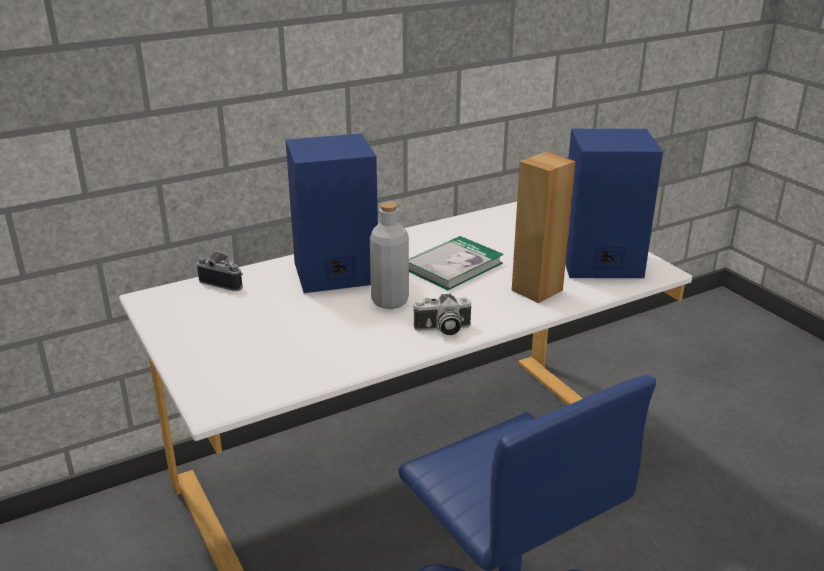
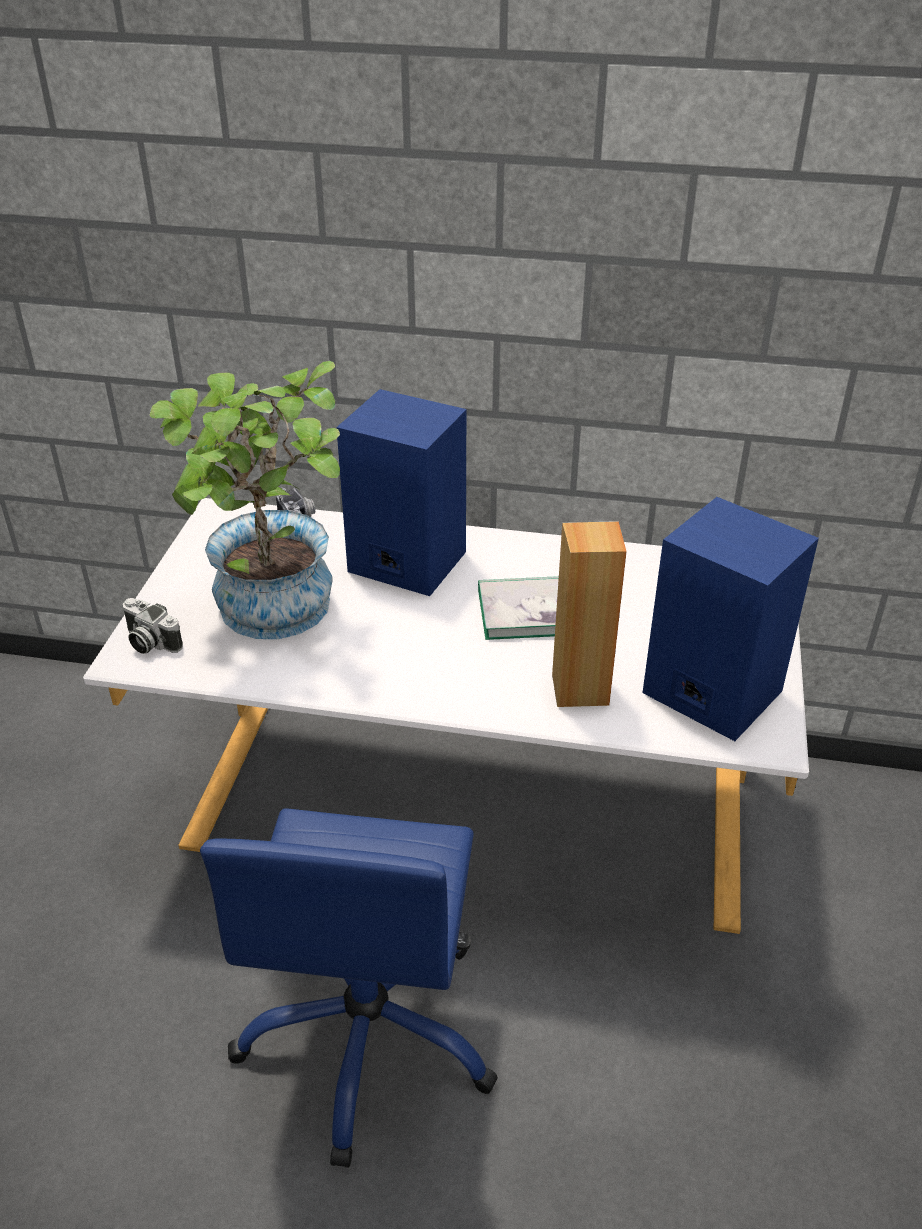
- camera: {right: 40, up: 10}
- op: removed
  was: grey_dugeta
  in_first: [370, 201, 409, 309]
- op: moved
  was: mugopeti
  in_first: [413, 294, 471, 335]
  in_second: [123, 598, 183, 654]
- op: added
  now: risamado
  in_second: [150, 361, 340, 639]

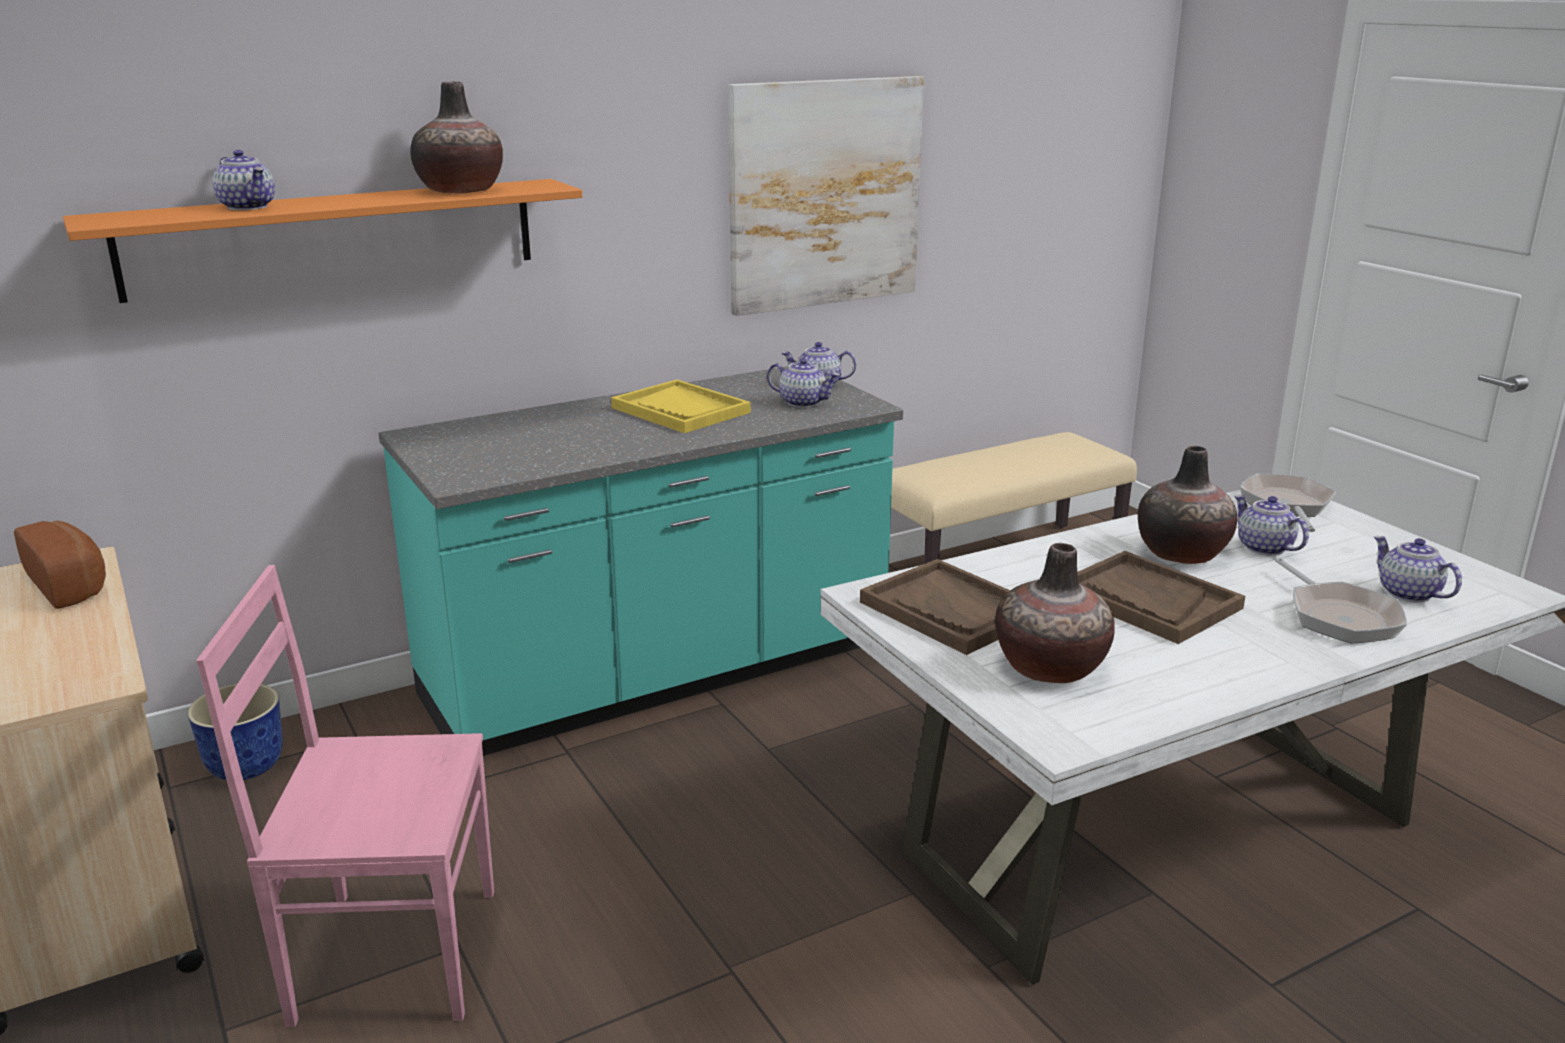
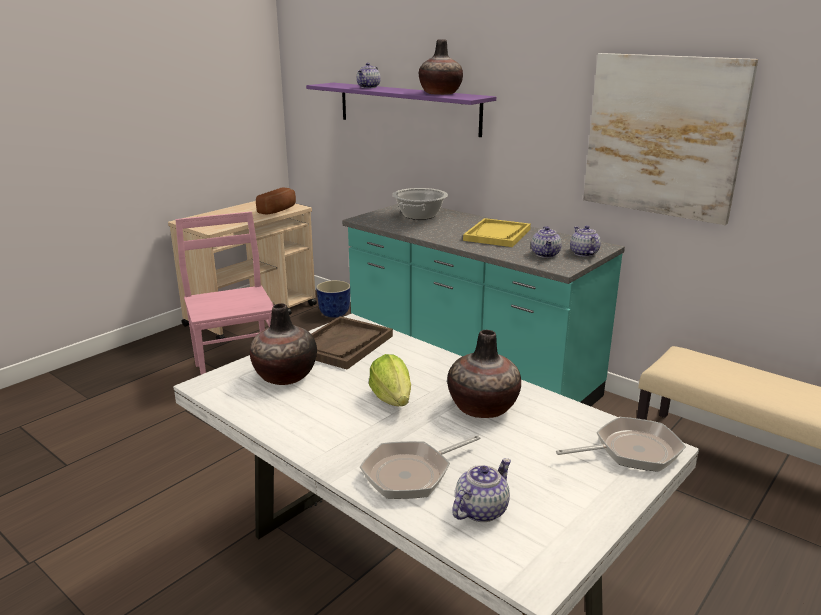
- camera: {right: 70, up: 0}
- op: recoloured
  was: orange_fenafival
  now: purple_fenafival
  in_first: [63, 179, 582, 303]
  in_second: [306, 83, 496, 137]
- op: removed
  was: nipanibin
  in_first: [1234, 495, 1309, 555]
- op: replaced
  was: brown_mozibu
  now: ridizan
  in_first: [1077, 551, 1245, 644]
  in_second: [369, 354, 411, 406]
- op: added
  now: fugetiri
  in_second: [392, 188, 448, 220]

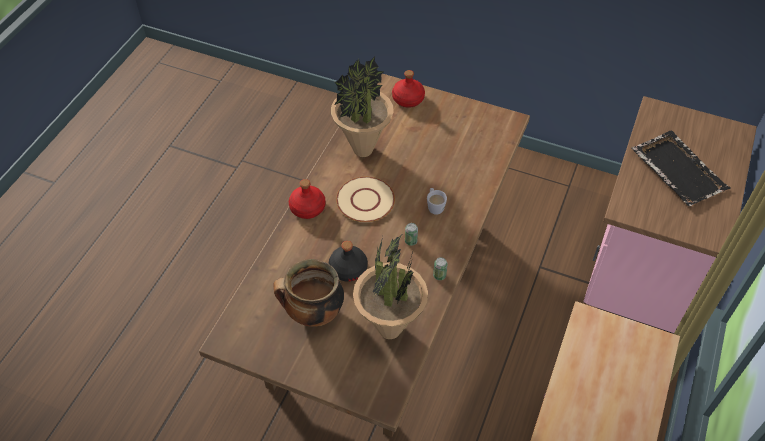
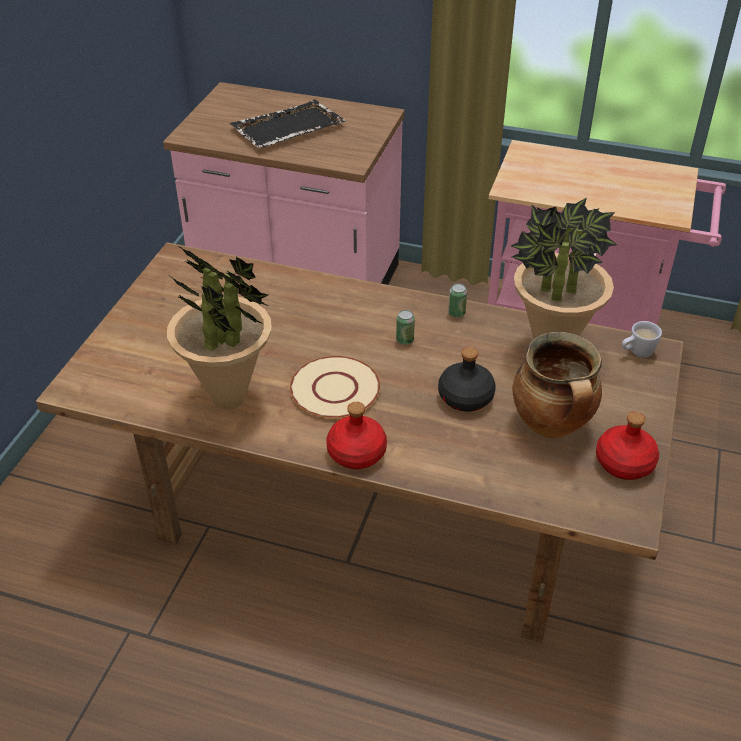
- camera: {right: -95, up: -10}
- op: moved
  was: red_dugeta
  in_first: [392, 70, 425, 108]
  in_second: [596, 412, 659, 480]
- op: moved
  was: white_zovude
  in_first: [427, 188, 447, 215]
  in_second: [622, 321, 662, 358]

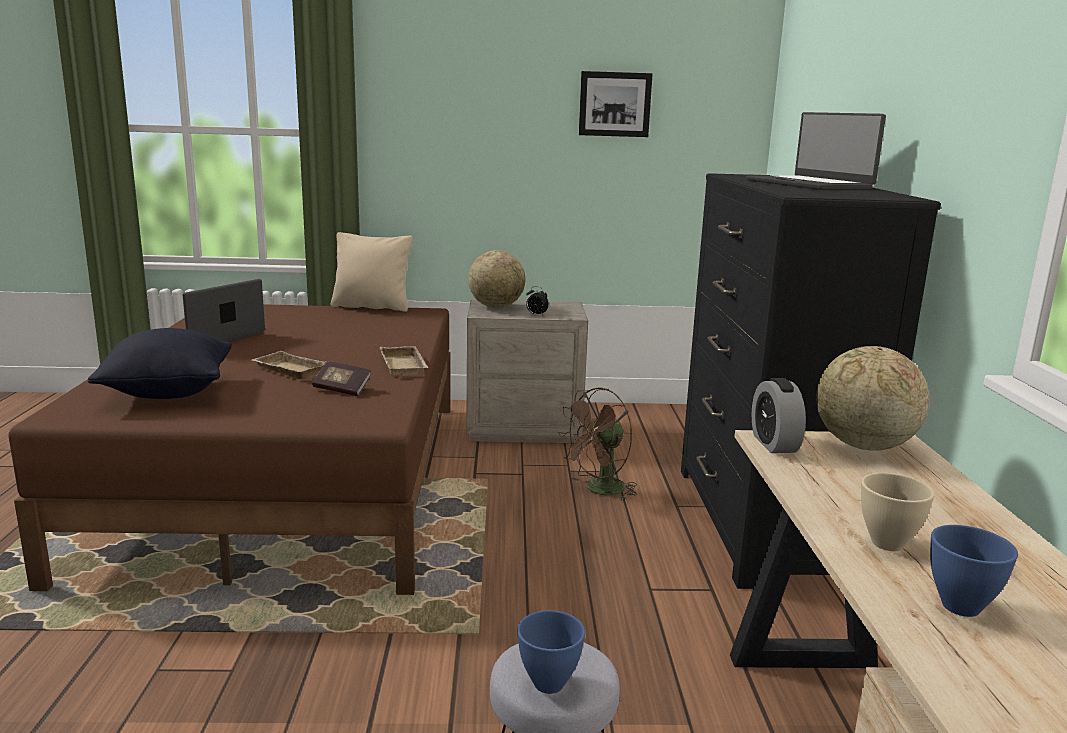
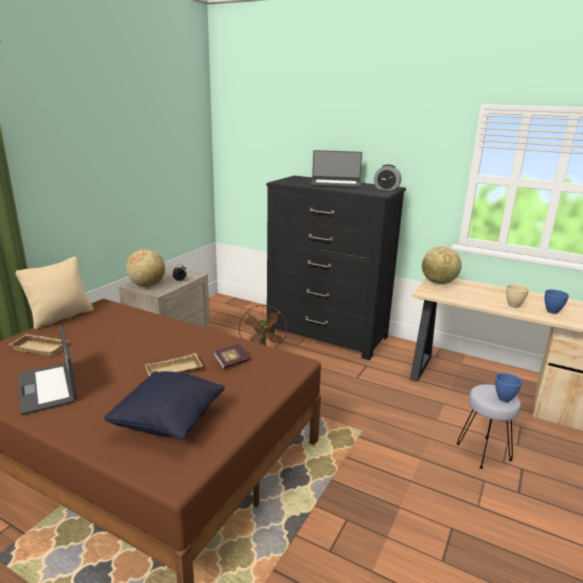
- camera: {right: -60, up: 5}
- op: removed
  was: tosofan
  in_first: [579, 71, 653, 137]
- op: moved
  was: beige_mozibu
  in_first: [380, 346, 428, 377]
  in_second: [9, 334, 68, 356]
- op: moved
  was: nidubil
  in_first: [752, 378, 806, 453]
  in_second: [374, 164, 401, 191]

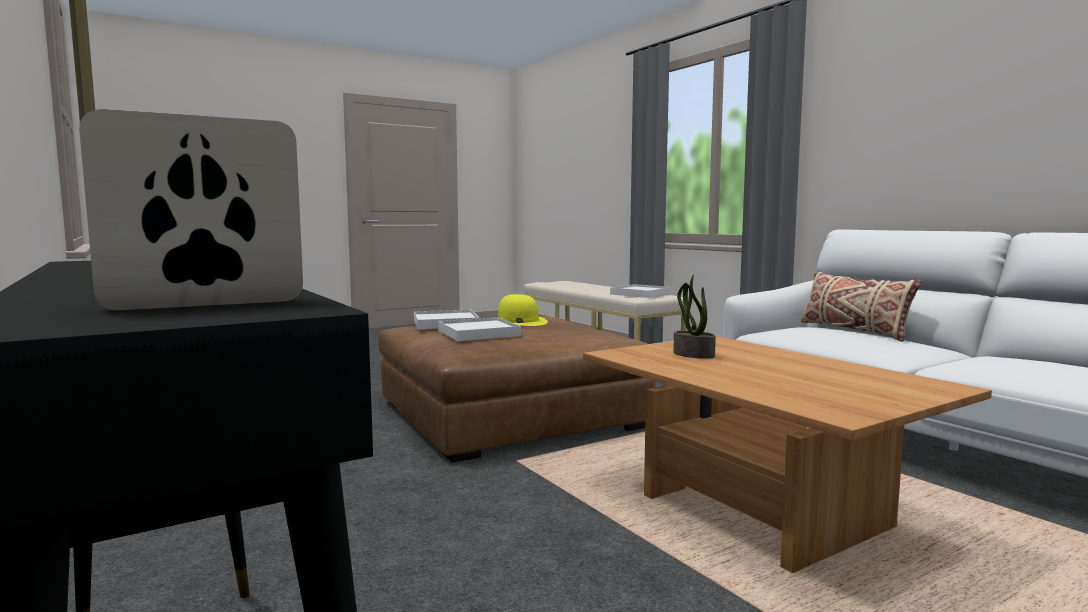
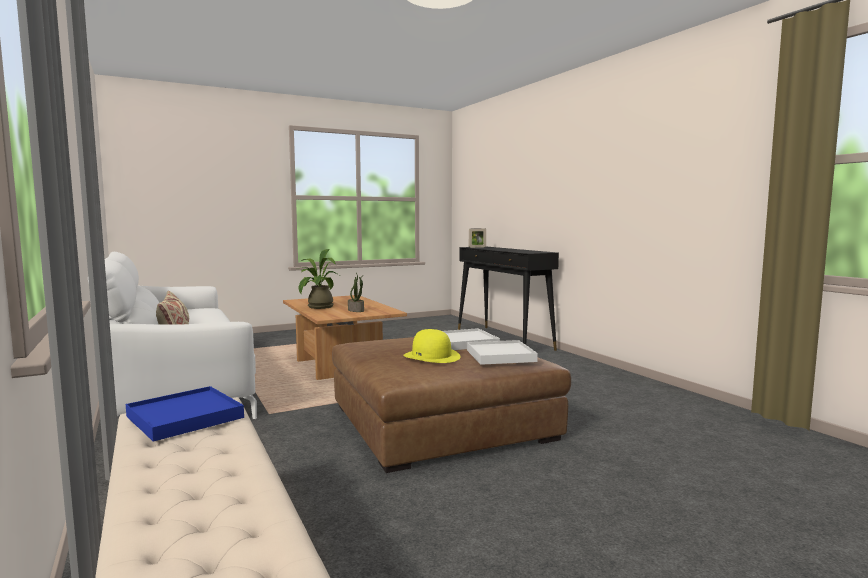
- camera: {right: -175, up: 0}
- op: recoloured
  was: white_mozibu
  now: blue_mozibu
  in_first: [610, 284, 673, 298]
  in_second: [126, 386, 244, 442]
- op: added
  now: risamado
  in_second: [298, 249, 339, 309]

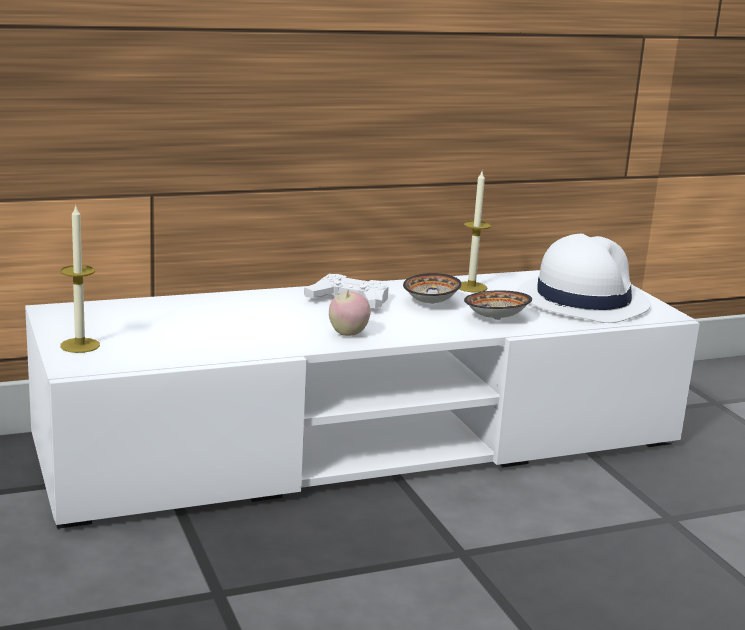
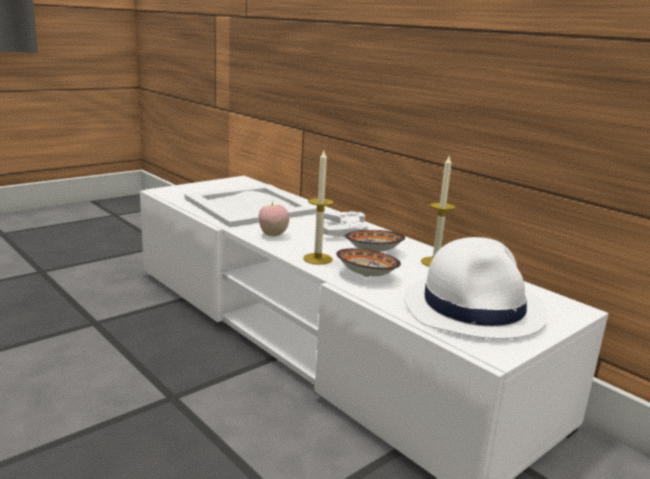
- camera: {right: 70, up: 0}
- op: moved
  was: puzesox
  in_first: [60, 206, 100, 353]
  in_second: [303, 151, 334, 265]
- op: added
  now: white_mozibu
  in_second: [185, 184, 317, 227]

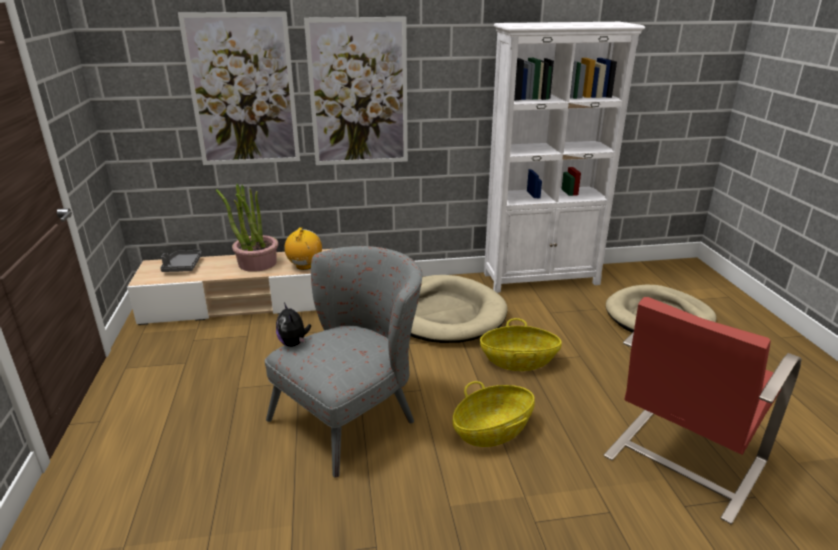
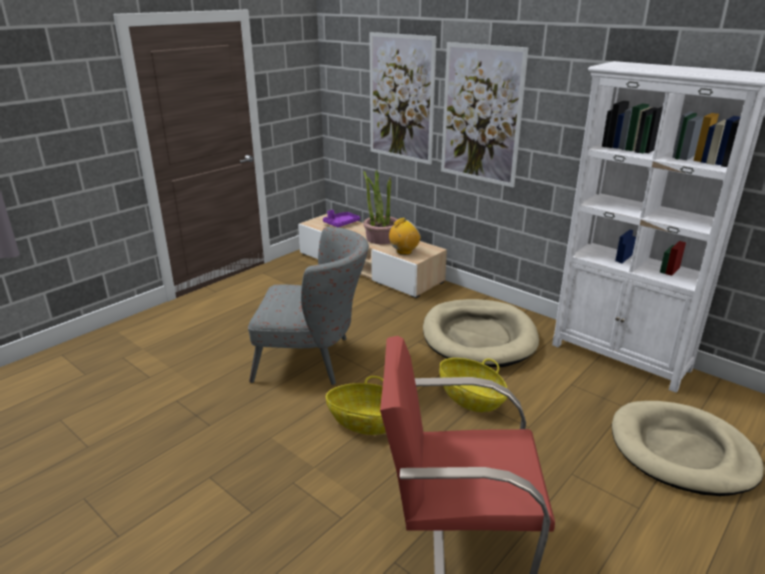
- camera: {right: 50, up: 0}
- op: recoloured
  was: grey_mozibu
  now: purple_mozibu
  in_first: [160, 250, 202, 272]
  in_second: [323, 210, 360, 227]
- op: removed
  was: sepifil
  in_first: [276, 303, 311, 347]

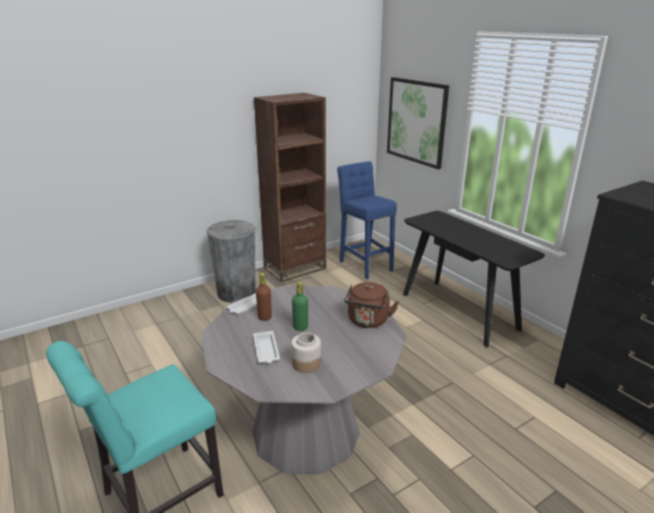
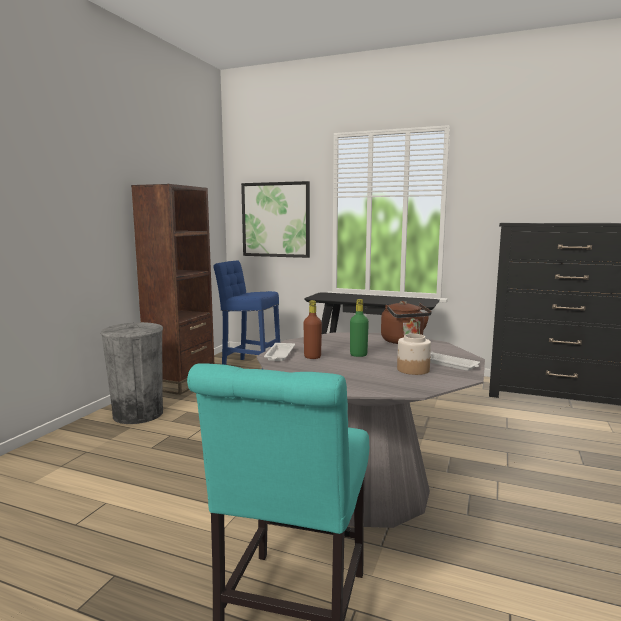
- camera: {right: -35, up: -15}
- op: moved
  was: white_mozibu
  in_first: [253, 331, 280, 363]
  in_second: [430, 352, 480, 371]

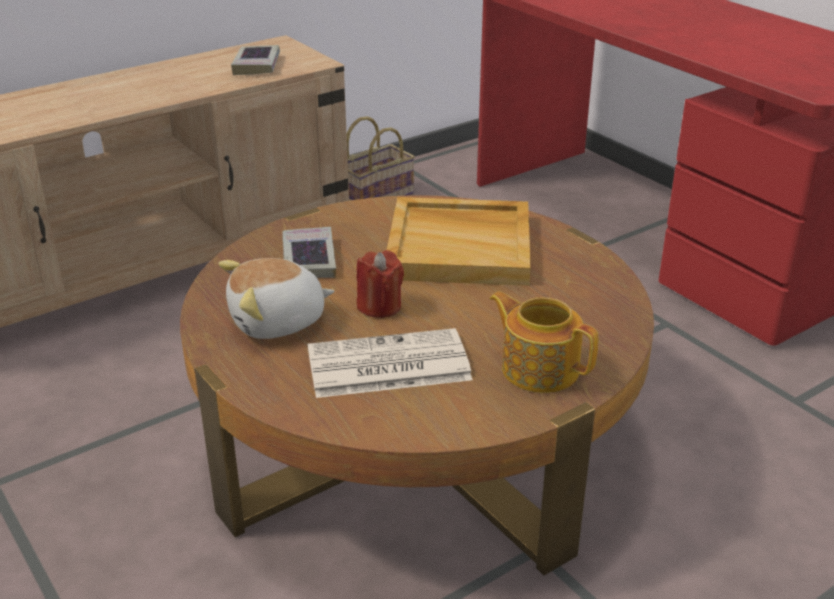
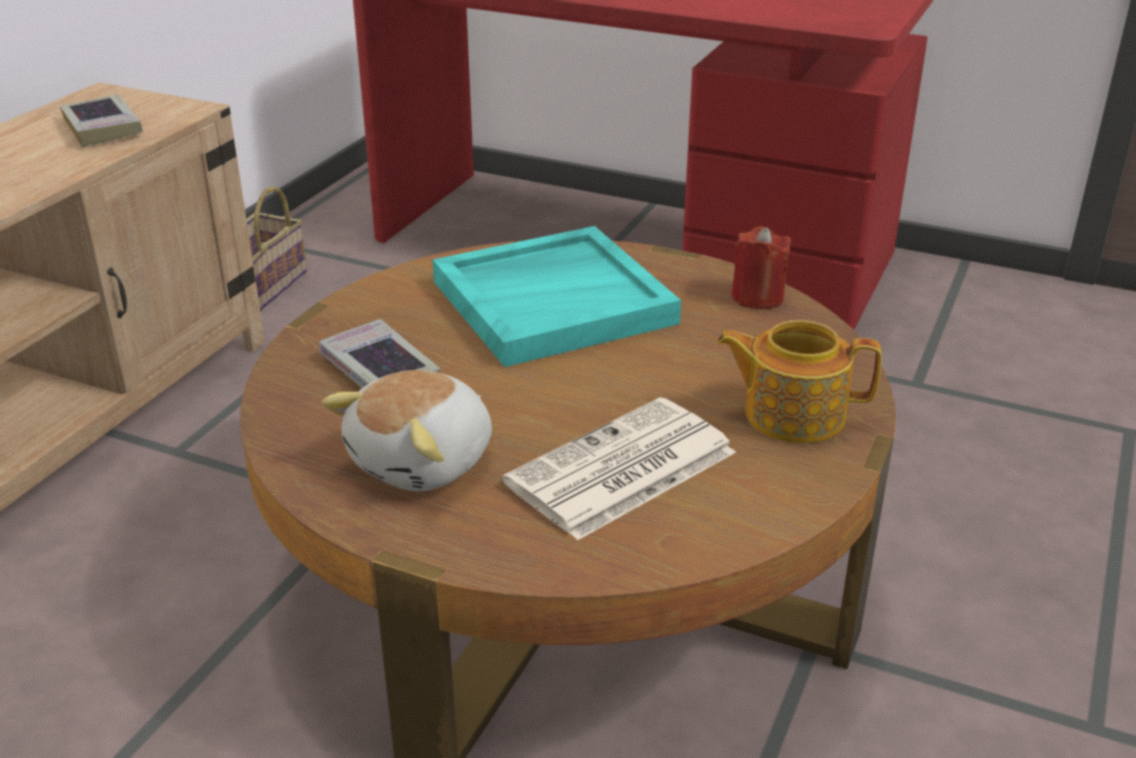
- camera: {right: -30, up: 0}
- op: recoloured
  was: beige_mozibu
  now: turquoise_mozibu
  in_first: [387, 197, 531, 286]
  in_second: [433, 226, 681, 367]
- op: moved
  was: red_puzesox
  in_first: [357, 250, 404, 318]
  in_second: [731, 226, 791, 309]

